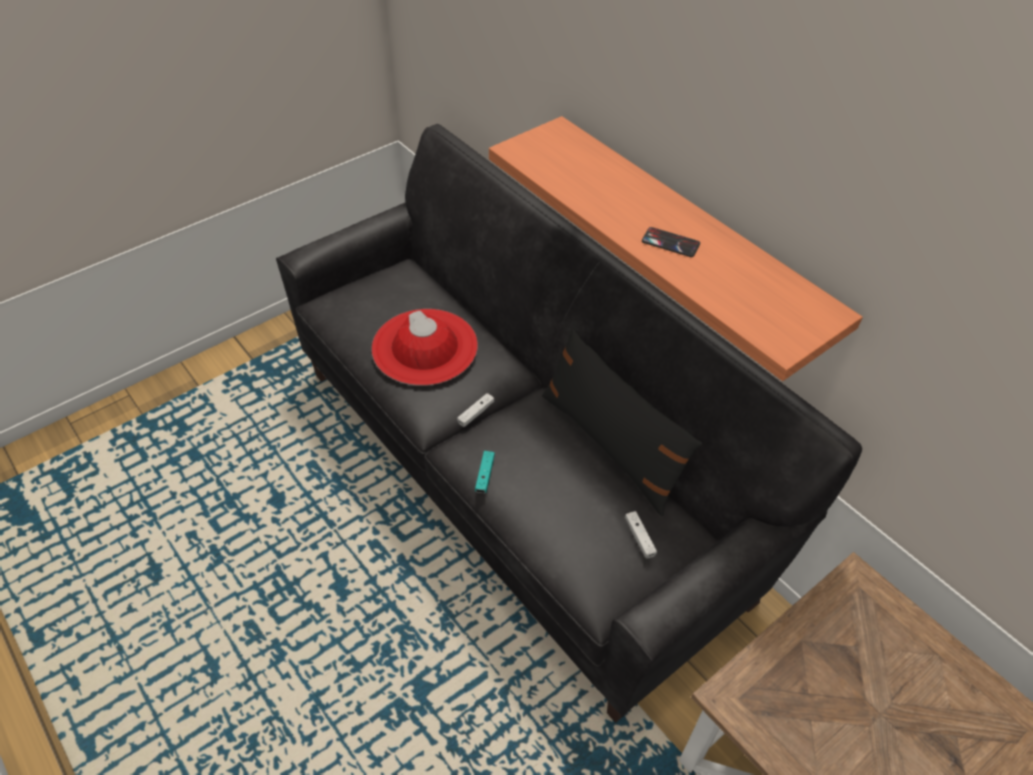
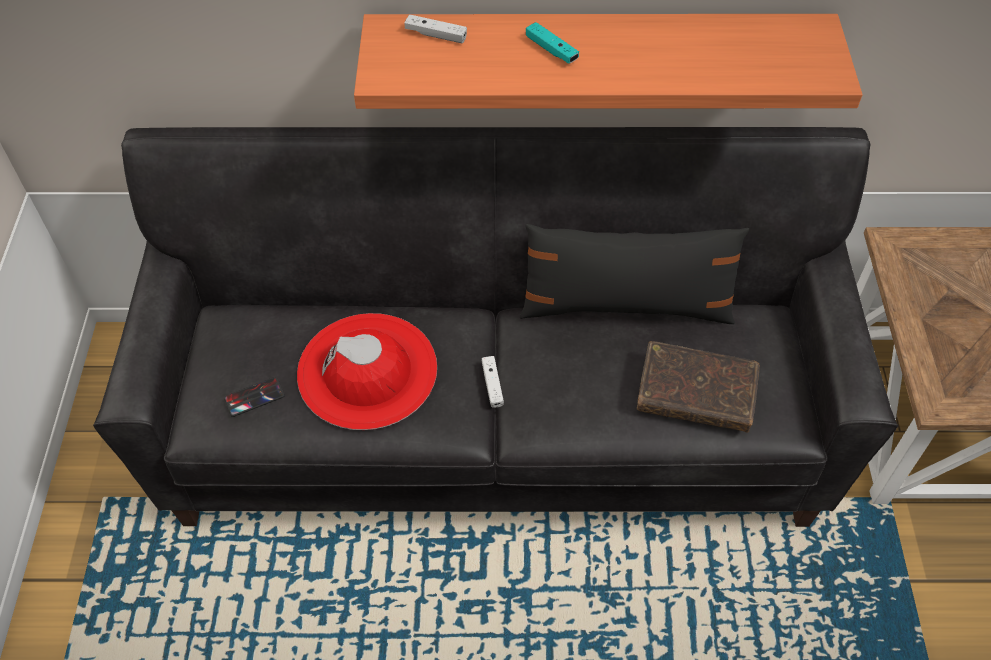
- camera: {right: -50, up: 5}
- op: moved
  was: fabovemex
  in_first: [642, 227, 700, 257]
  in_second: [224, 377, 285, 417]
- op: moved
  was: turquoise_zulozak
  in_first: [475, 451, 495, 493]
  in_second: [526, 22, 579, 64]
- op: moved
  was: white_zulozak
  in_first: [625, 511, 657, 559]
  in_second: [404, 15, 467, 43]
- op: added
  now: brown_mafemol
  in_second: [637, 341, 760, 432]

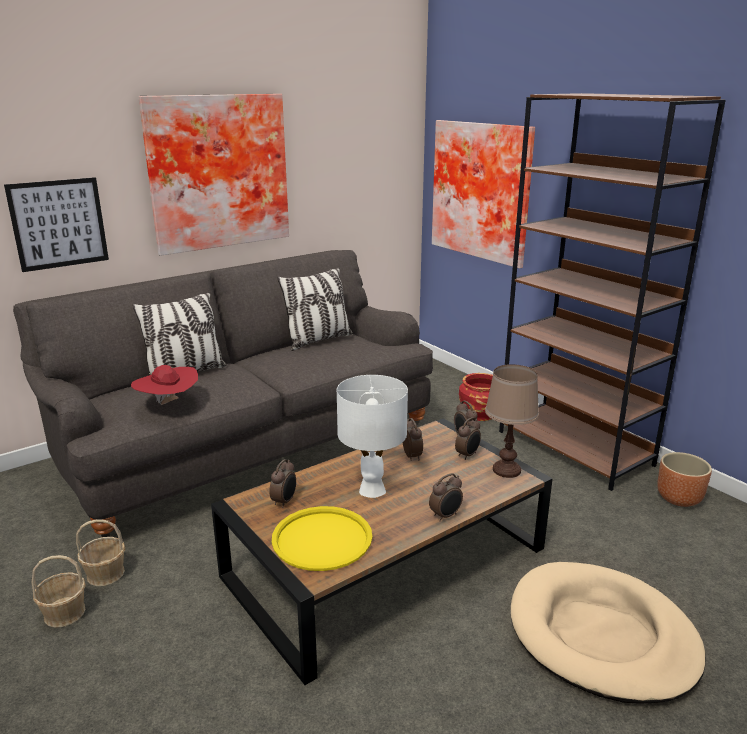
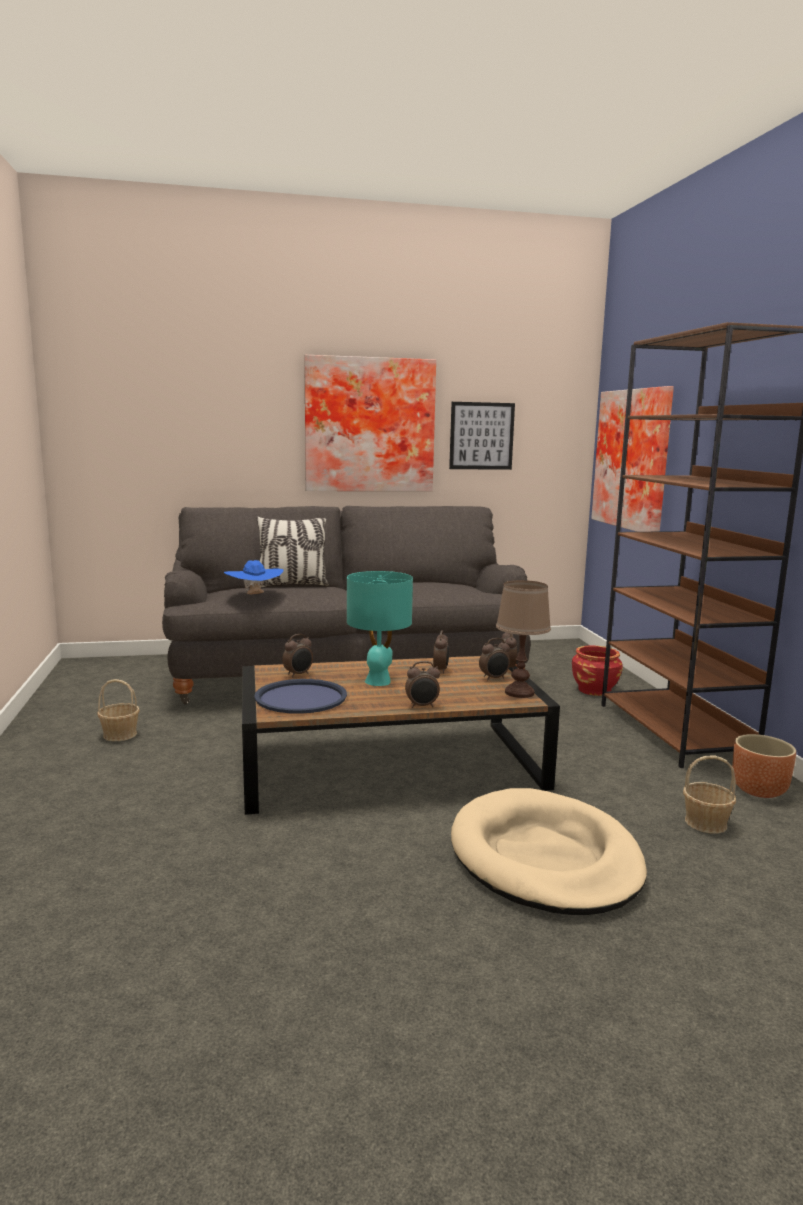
- camera: {right: 25, up: -10}
- op: moved
  was: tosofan
  in_first: [4, 177, 109, 272]
  in_second: [449, 402, 515, 470]
- op: removed
  was: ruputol
  in_first: [277, 267, 353, 351]
- op: recoloured
  was: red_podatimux
  now: blue_podatimux
  in_first: [131, 365, 198, 405]
  in_second: [224, 560, 284, 594]
- op: recoloured
  was: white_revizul
  now: turquoise_revizul
  in_first: [337, 375, 408, 498]
  in_second: [347, 571, 413, 686]
- op: recoloured
  was: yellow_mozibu
  now: blue_mozibu
  in_first: [272, 506, 372, 571]
  in_second: [254, 679, 347, 714]
- op: moved
  was: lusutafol
  in_first: [76, 519, 125, 586]
  in_second: [683, 756, 736, 834]

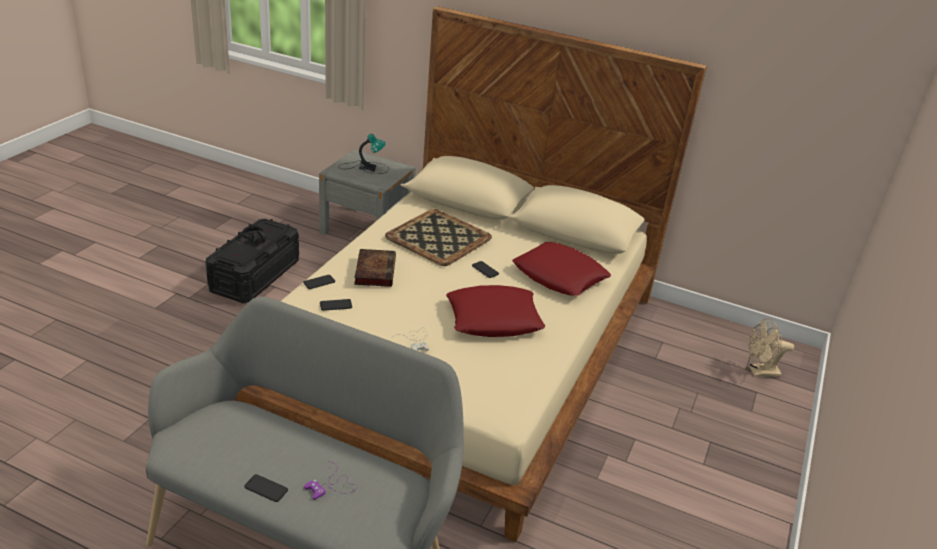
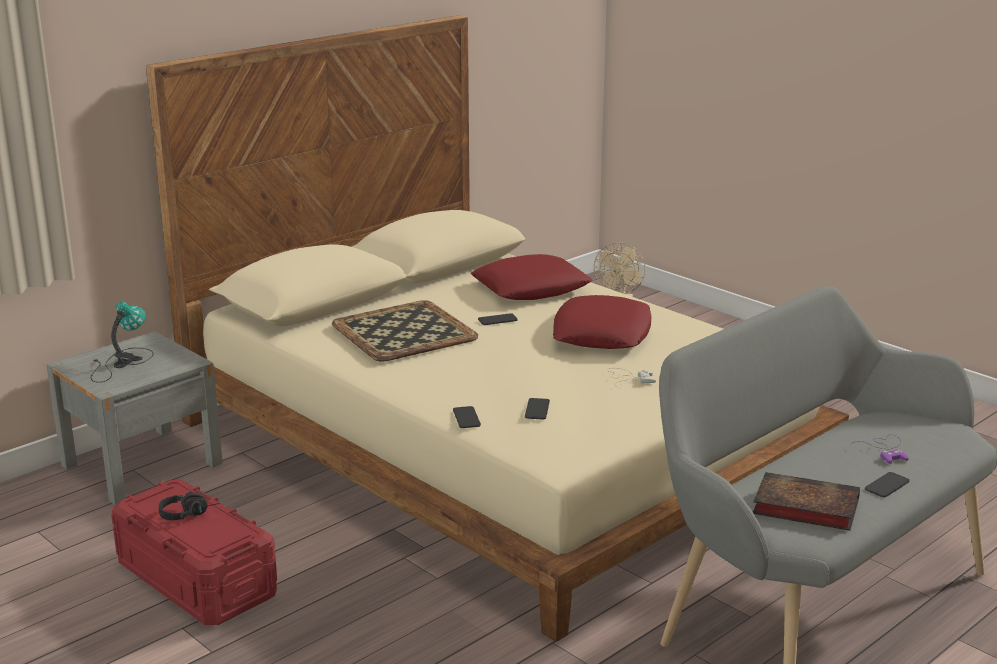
- camera: {right: -65, up: -10}
- op: recoloured
  was: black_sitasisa
  now: red_sitasisa
  in_first: [205, 219, 299, 303]
  in_second: [111, 480, 277, 625]
- op: moved
  was: mafemol
  in_first: [354, 249, 396, 287]
  in_second: [753, 472, 860, 531]

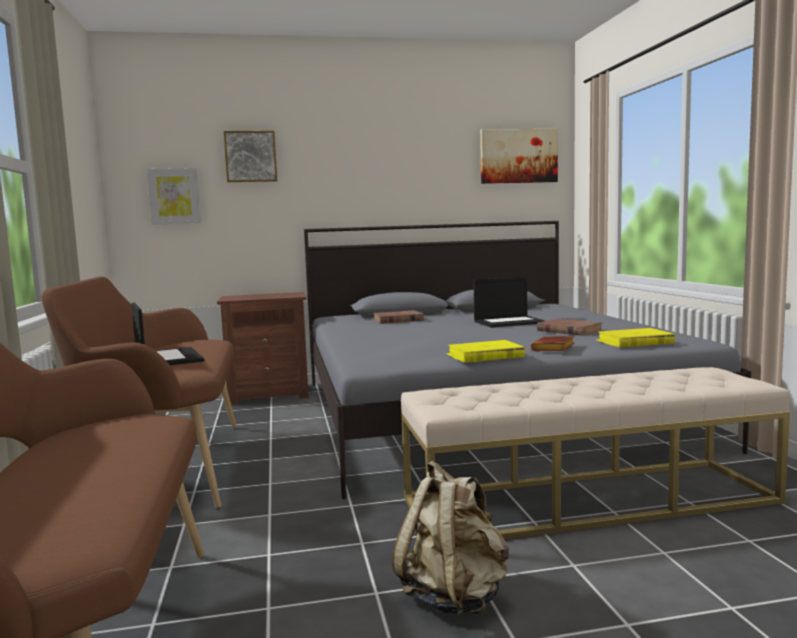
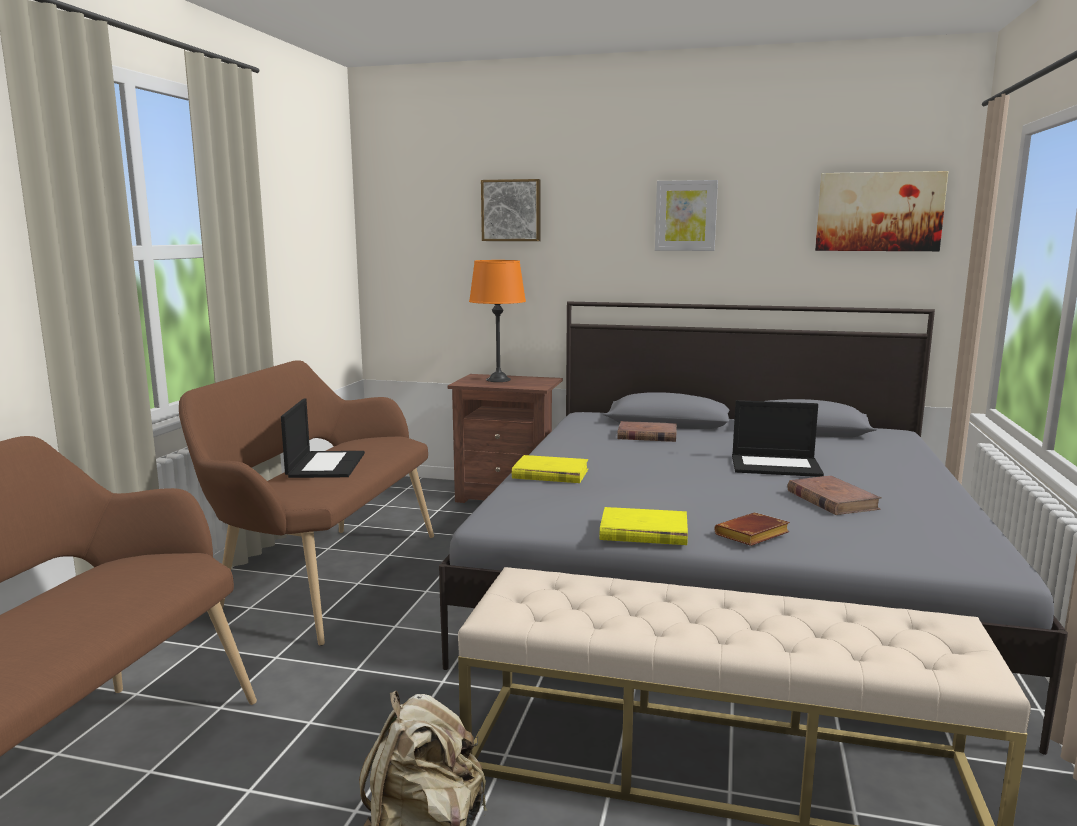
- camera: {right: 25, up: 5}
- op: moved
  was: tosofan
  in_first: [147, 168, 201, 225]
  in_second: [655, 180, 718, 251]
- op: moved
  was: yellow_mafemol
  in_first: [596, 328, 675, 348]
  in_second: [512, 455, 588, 483]
- op: added
  now: orange_revizul
  in_second: [469, 260, 526, 382]

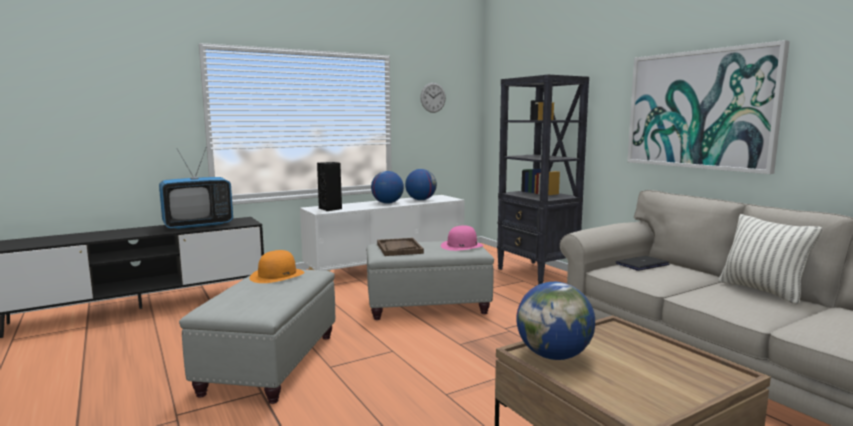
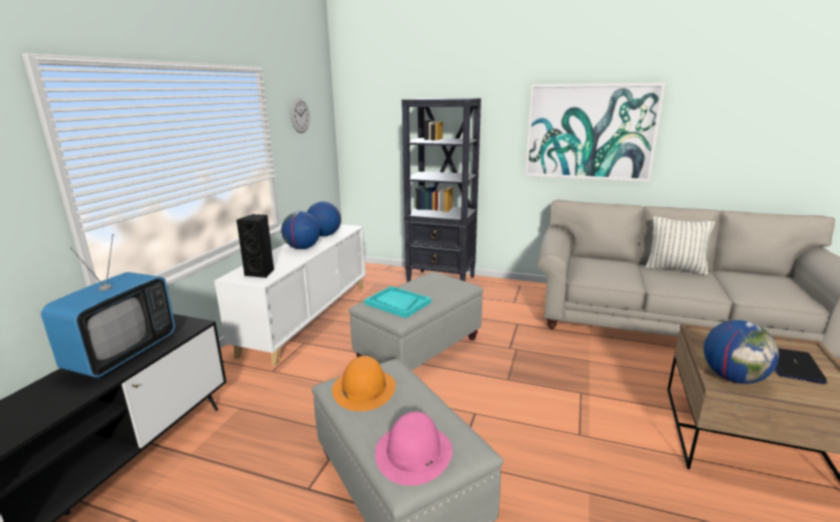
- camera: {right: -40, up: 10}
- op: moved
  was: pink_podatimux
  in_first: [441, 225, 484, 251]
  in_second: [375, 411, 452, 486]
- op: recoloured
  was: brown_mozibu
  now: turquoise_mozibu
  in_first: [377, 238, 424, 256]
  in_second: [364, 286, 431, 318]
- op: moved
  was: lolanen
  in_first: [616, 256, 670, 271]
  in_second: [775, 348, 827, 384]

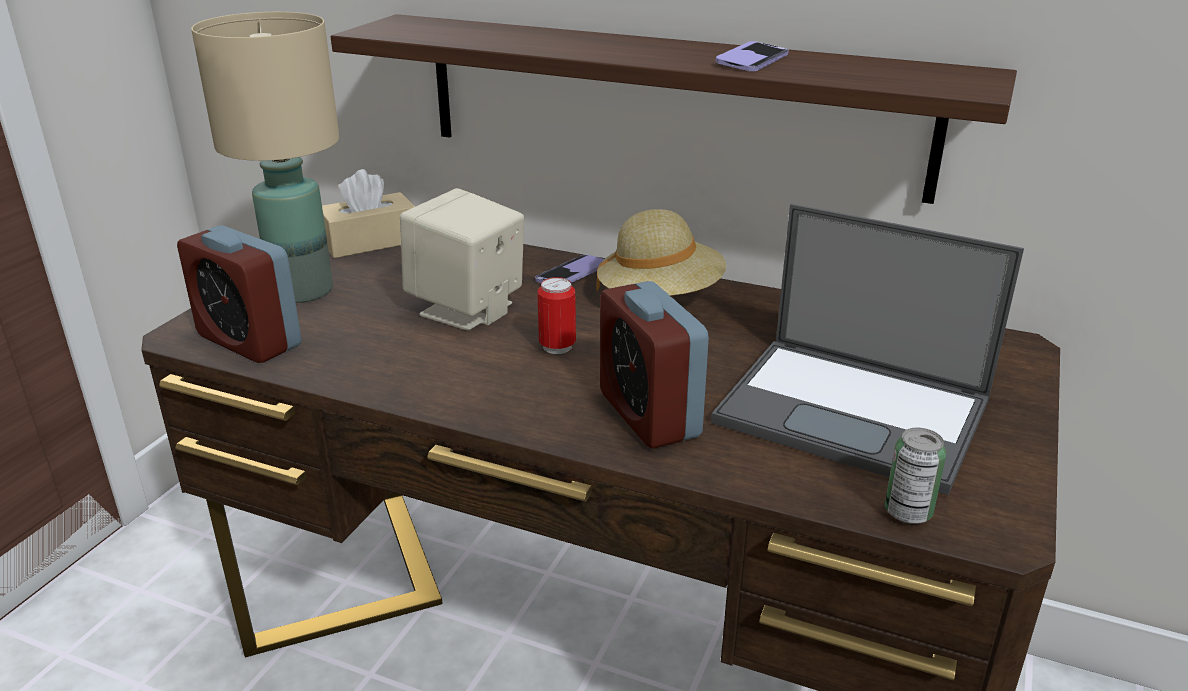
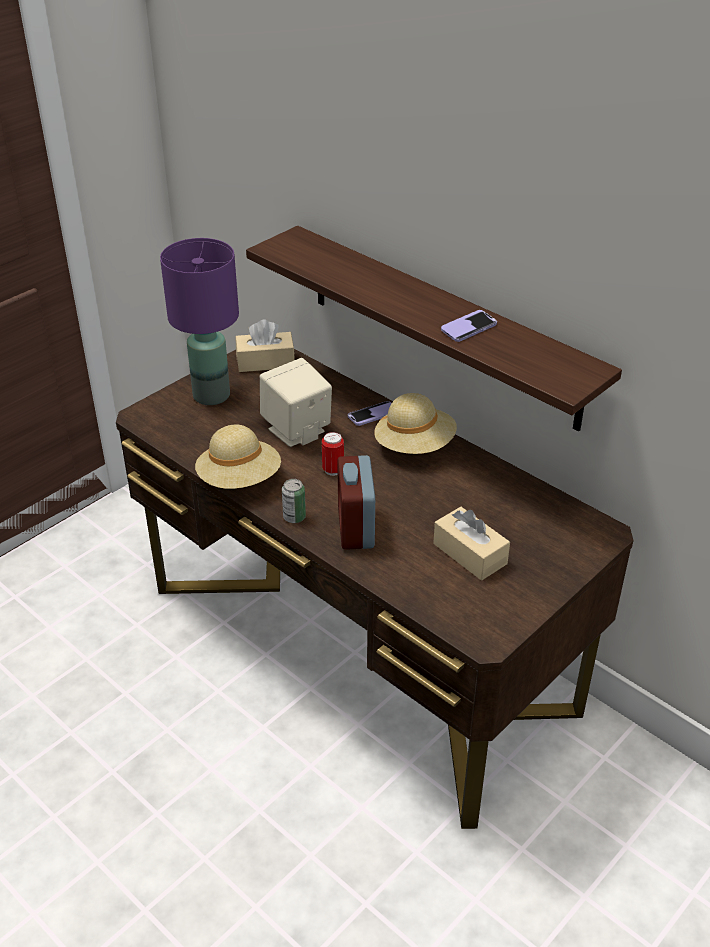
- camera: {right: 20, up: 10}
- op: recoloured
  was: beige_revizul
  now: purple_revizul
  in_first: [191, 12, 339, 303]
  in_second: [160, 238, 239, 405]
- op: replaced
  was: lolanen
  now: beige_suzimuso
  in_first: [711, 204, 1024, 495]
  in_second: [433, 507, 510, 580]
- op: removed
  was: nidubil
  in_first: [177, 225, 302, 363]
- op: moved
  was: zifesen
  in_first: [885, 428, 946, 524]
  in_second: [282, 479, 306, 523]
- op: added
  now: beige_podatimux
  in_second: [195, 425, 281, 489]

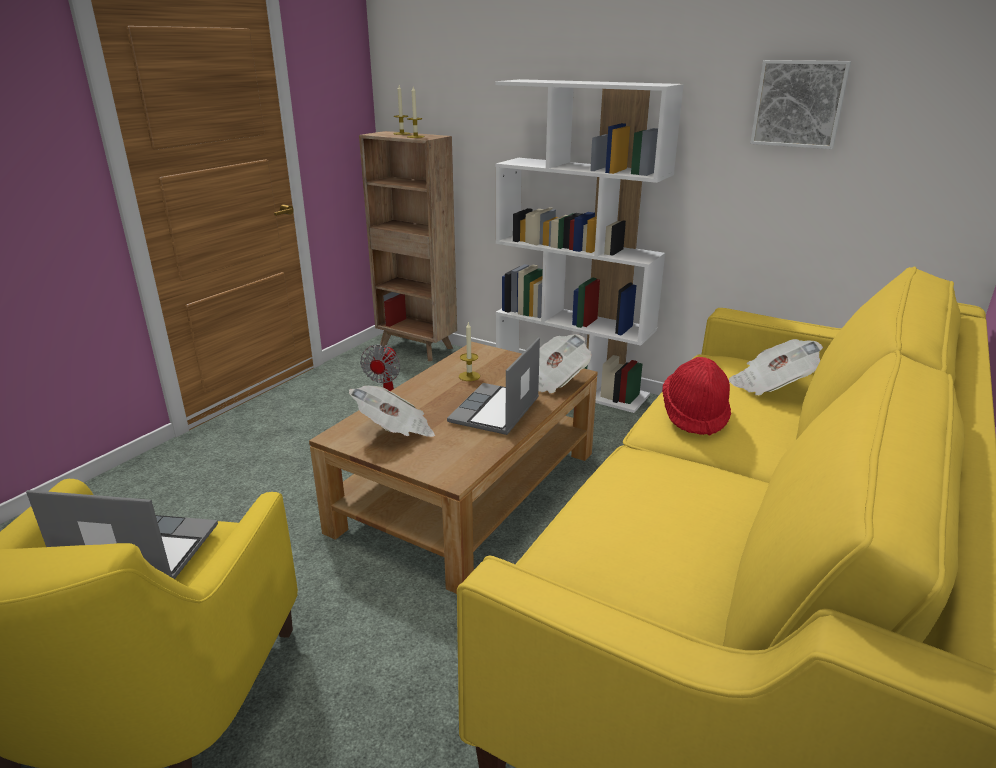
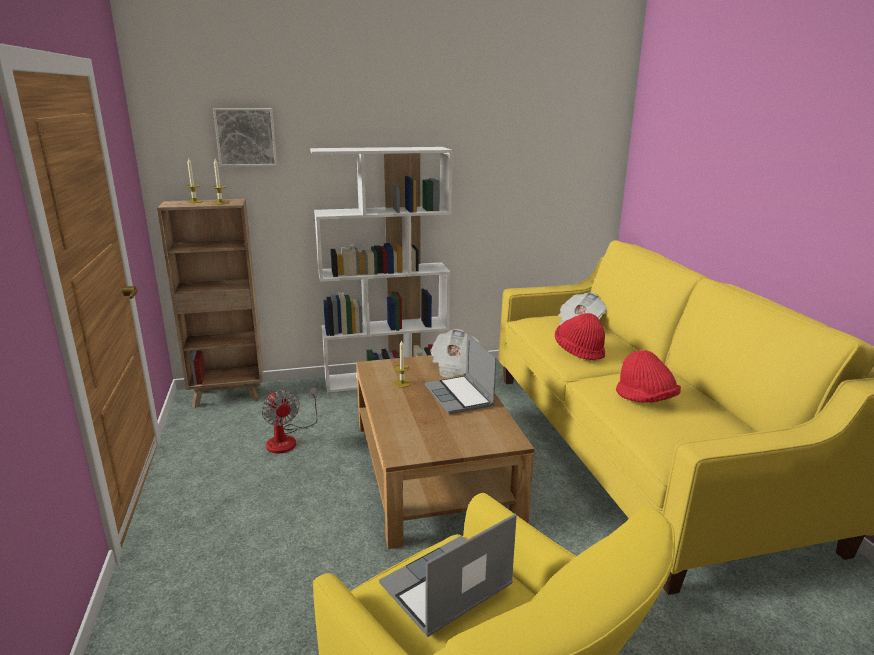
- camera: {right: -45, up: -5}
- op: moved
  was: tosofan
  in_first: [750, 60, 851, 149]
  in_second: [213, 108, 277, 167]
- op: removed
  was: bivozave
  in_first: [349, 386, 435, 437]
- op: added
  now: red_podatimux
  in_second: [616, 350, 681, 403]

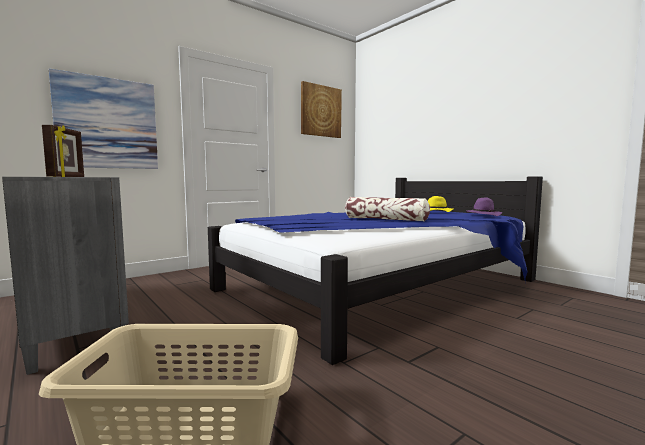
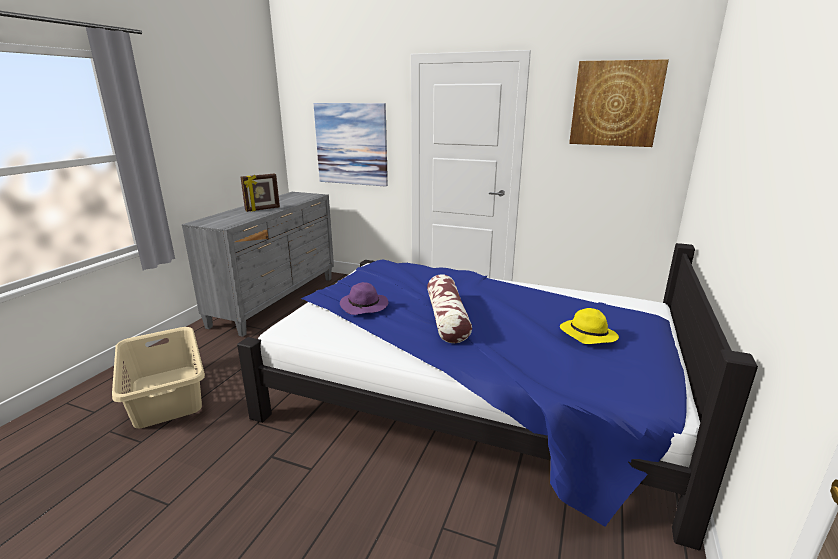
- camera: {right: 60, up: 15}
- op: moved
  was: purple_podatimux
  in_first: [466, 198, 502, 216]
  in_second: [340, 282, 389, 315]

